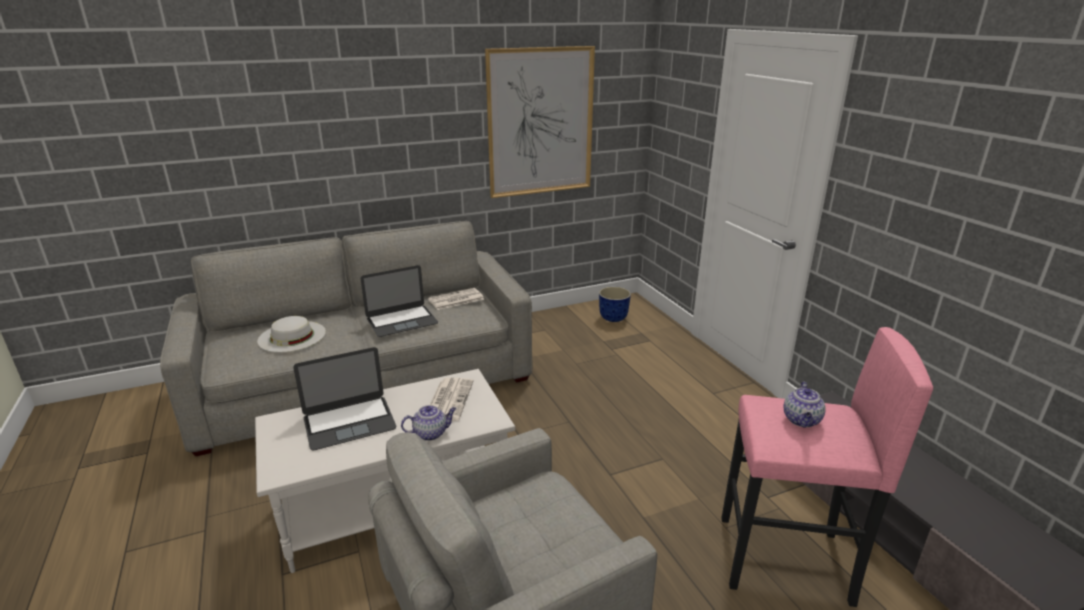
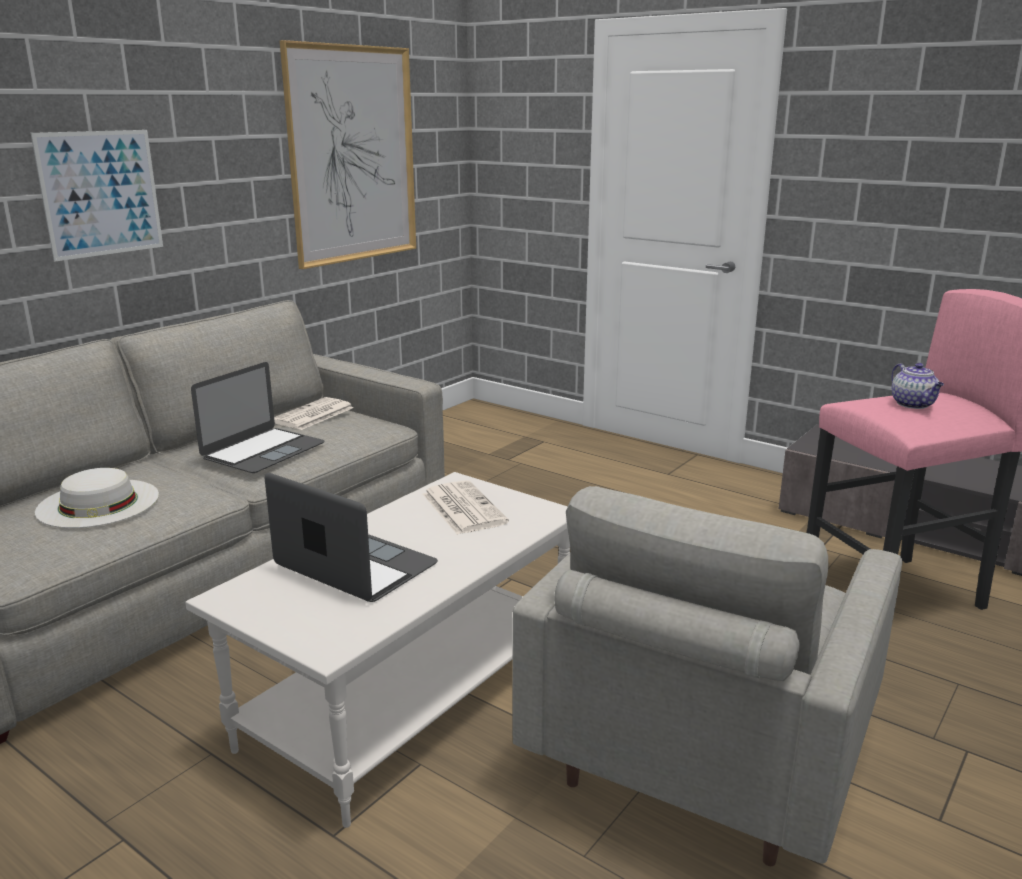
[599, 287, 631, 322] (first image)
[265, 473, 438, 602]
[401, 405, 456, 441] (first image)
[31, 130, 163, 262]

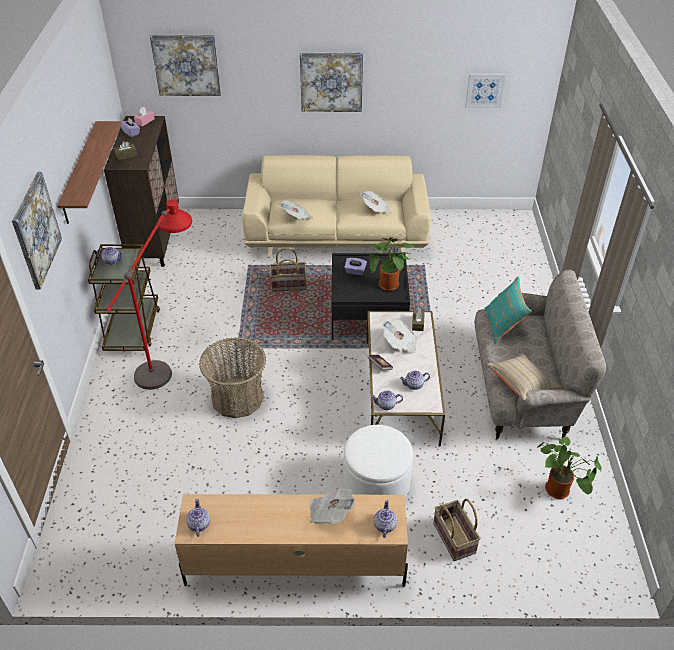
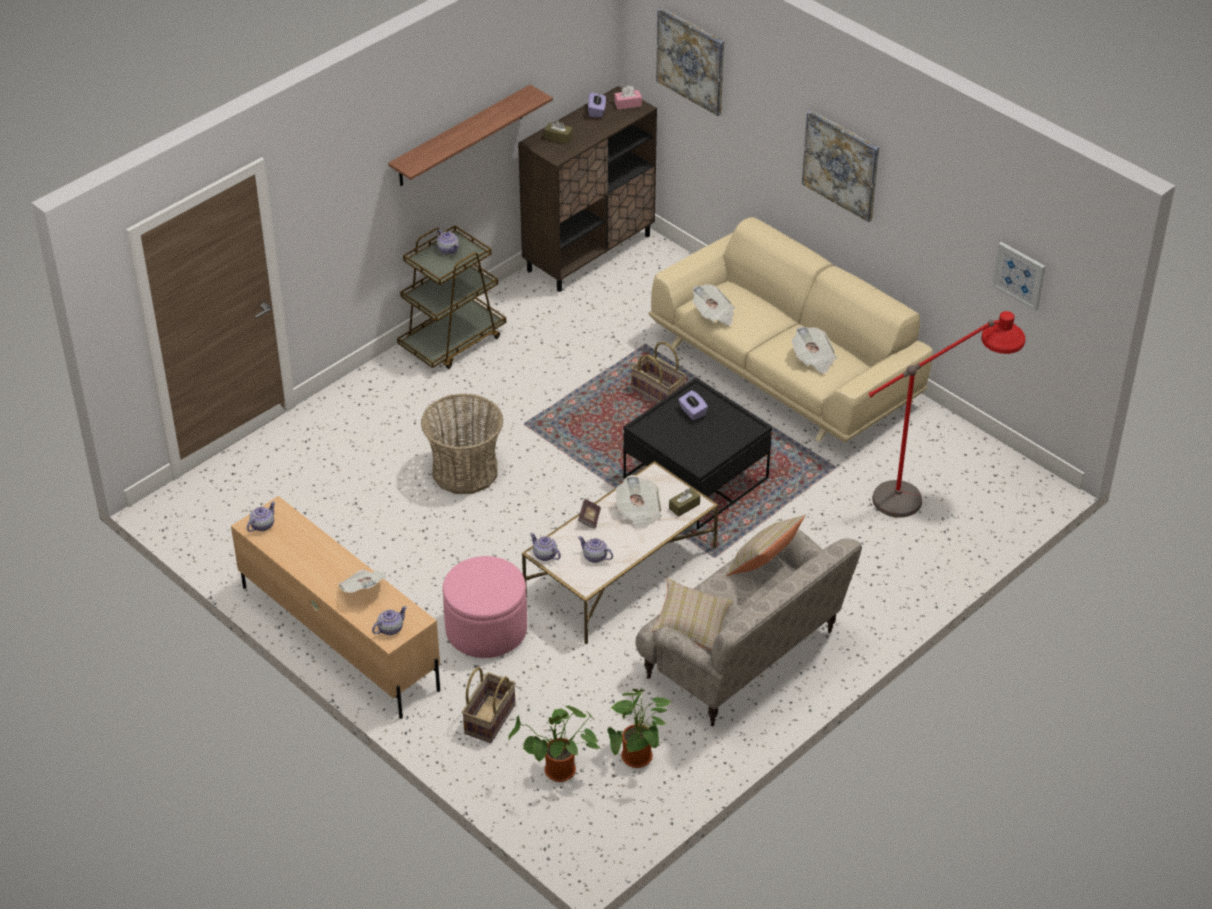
[12, 172, 62, 290] (first image)
[868, 311, 1025, 518]
[508, 706, 600, 782]
[726, 515, 805, 576]
[443, 556, 527, 658]

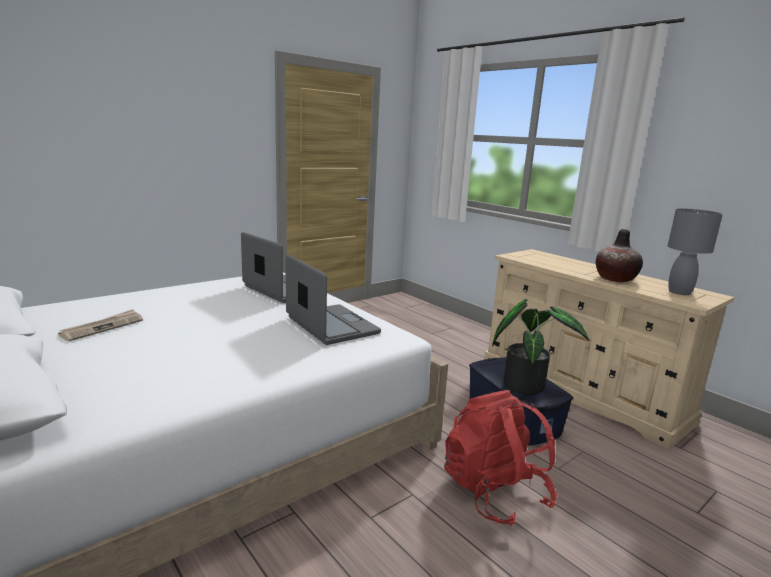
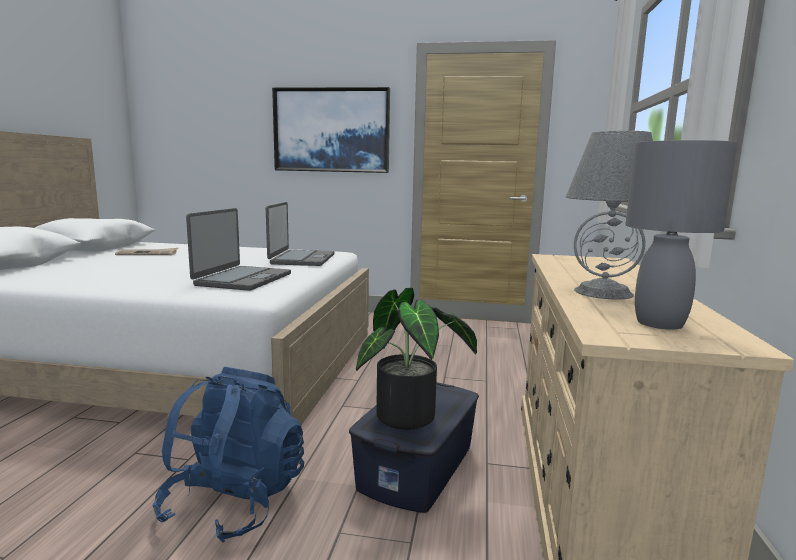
[566, 131, 653, 300]
[153, 367, 304, 543]
[272, 87, 390, 173]

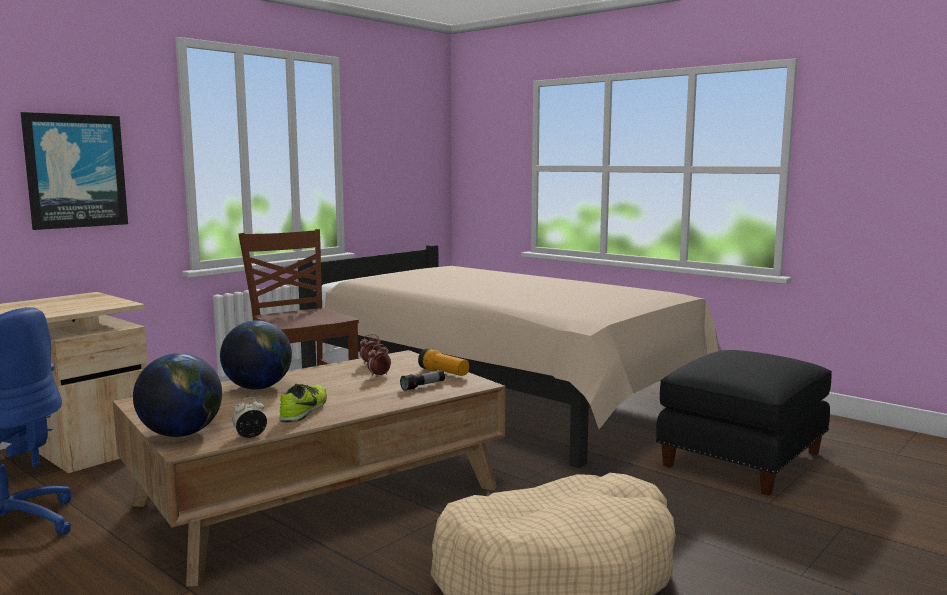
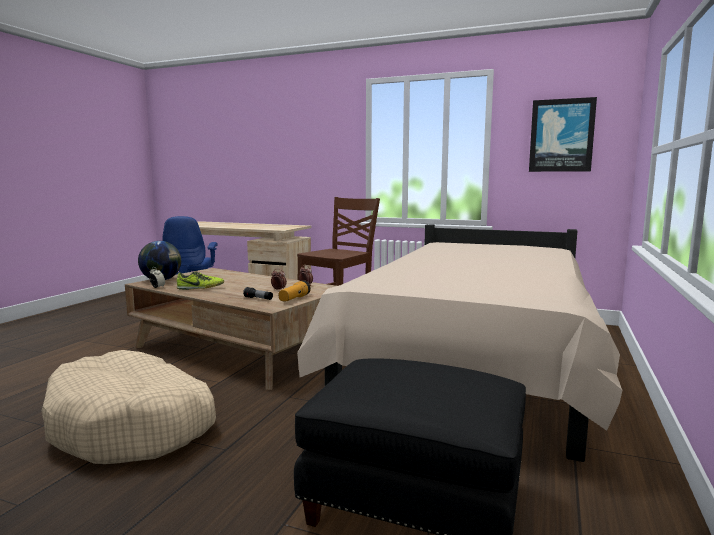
[529, 97, 597, 172]
[220, 321, 292, 390] (first image)

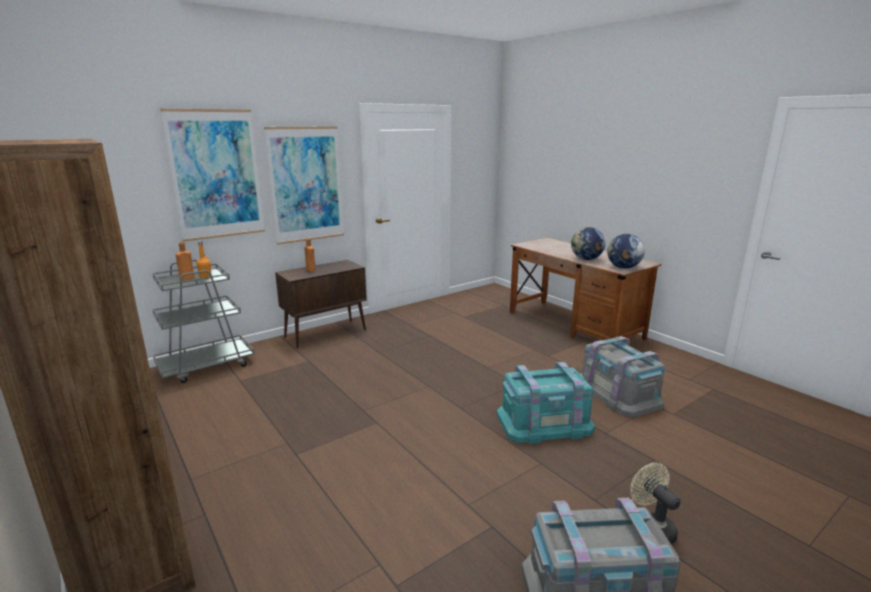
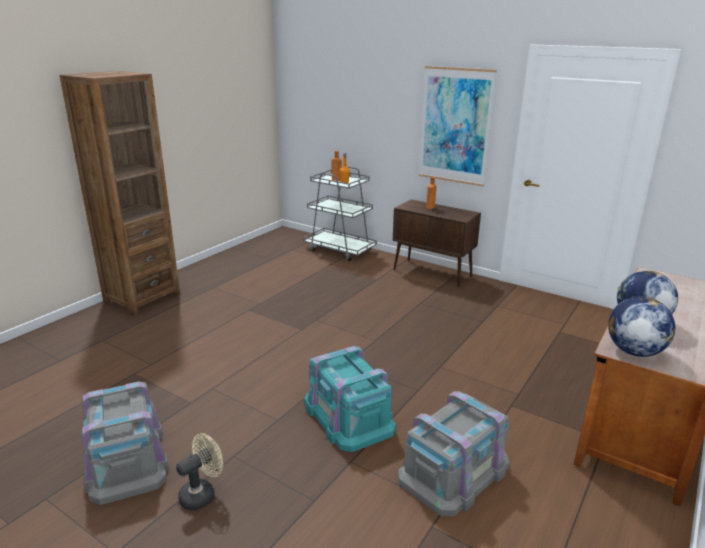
[160, 109, 265, 242] (first image)

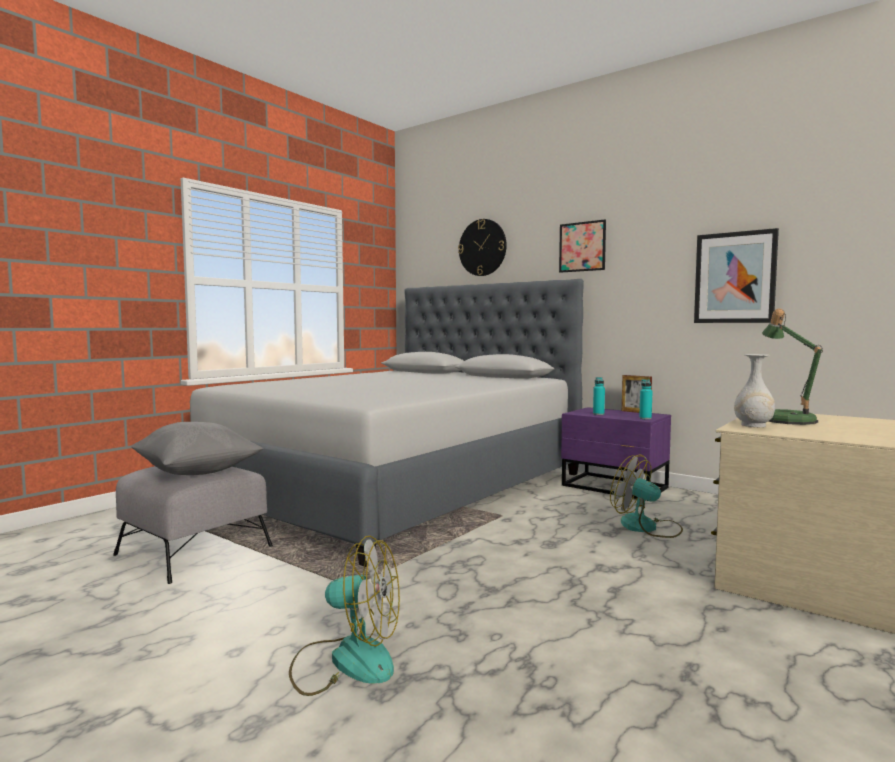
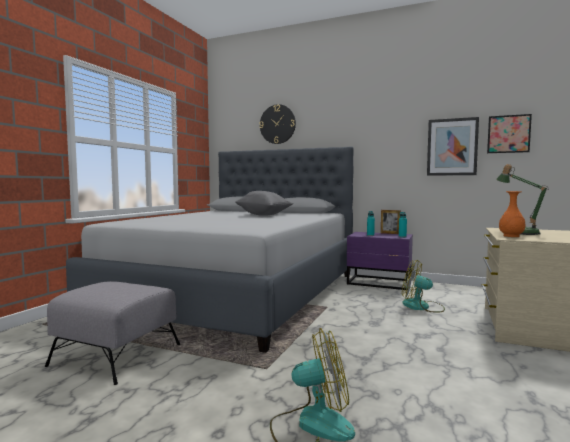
[487, 114, 532, 153]
[499, 191, 525, 237]
[236, 191, 293, 216]

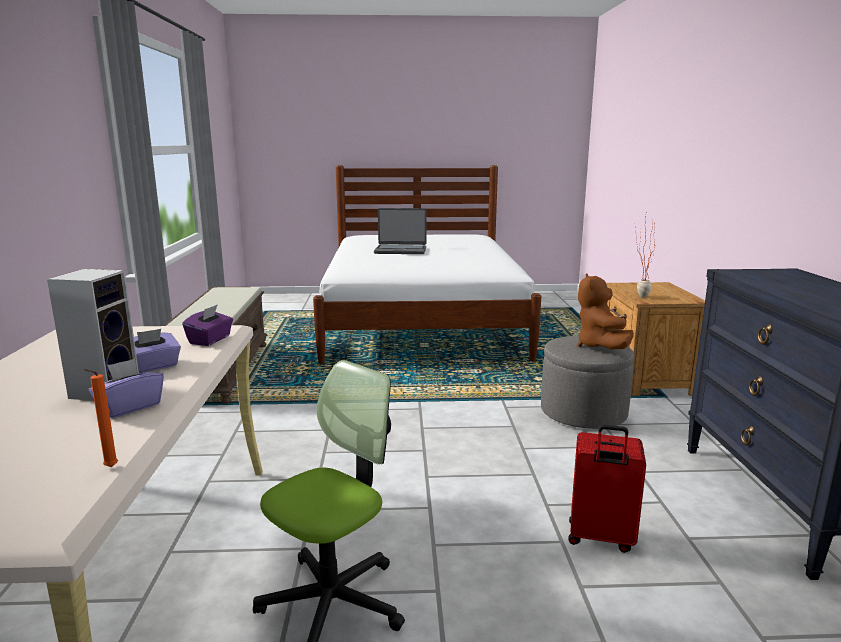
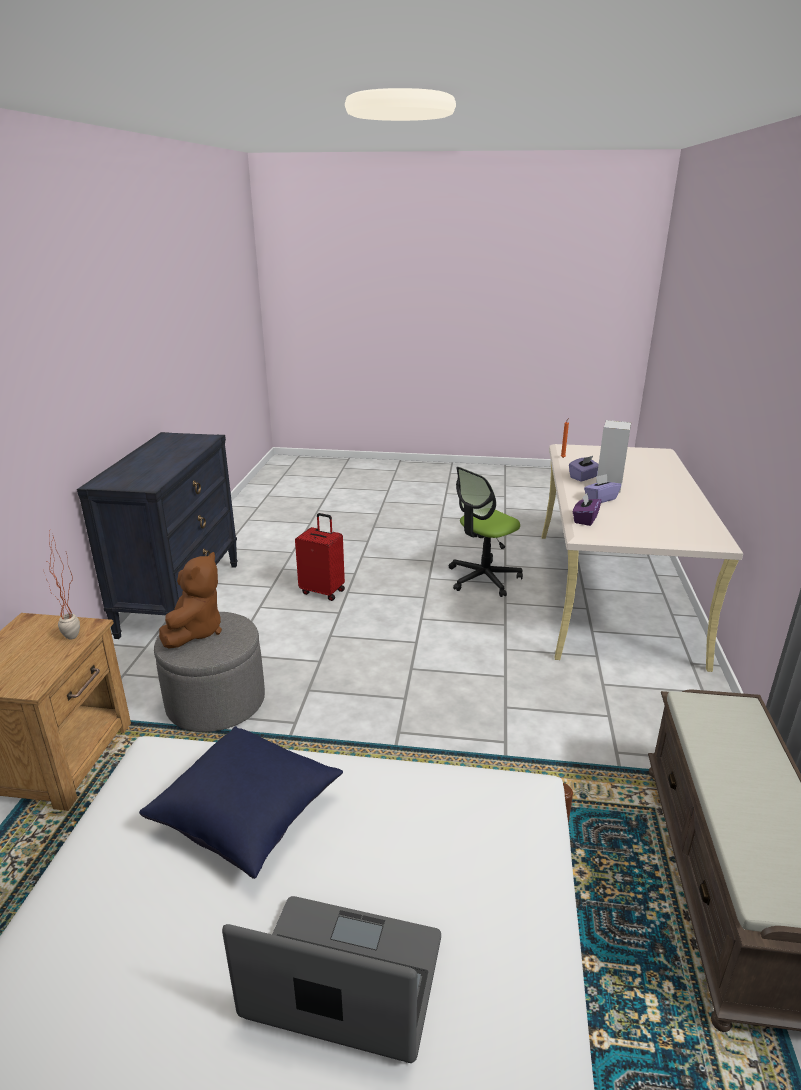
[139, 726, 343, 879]

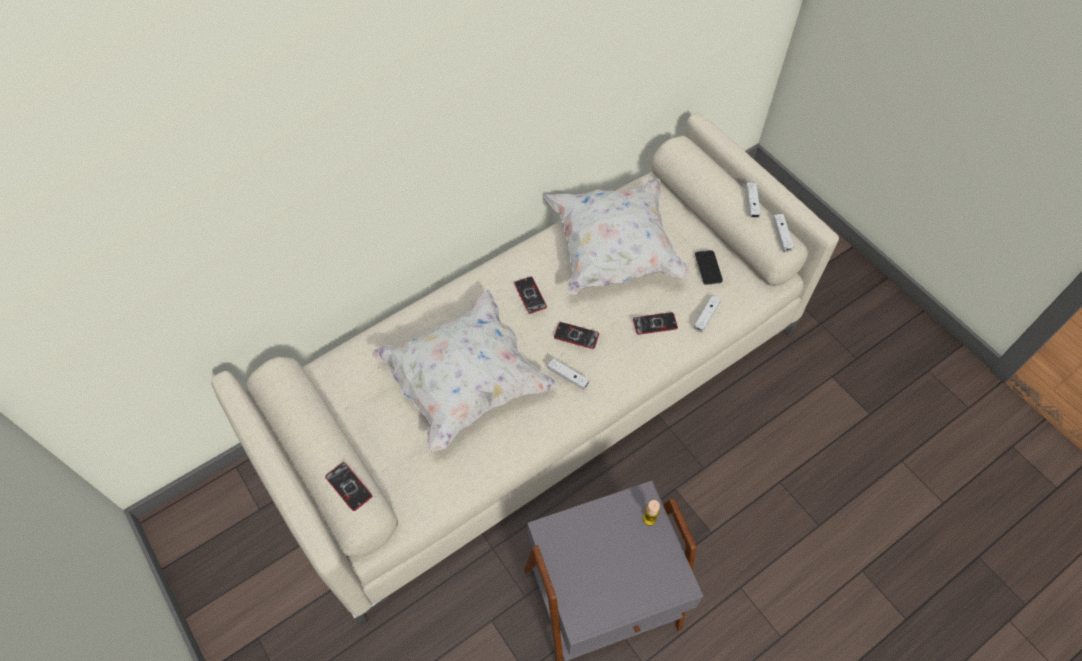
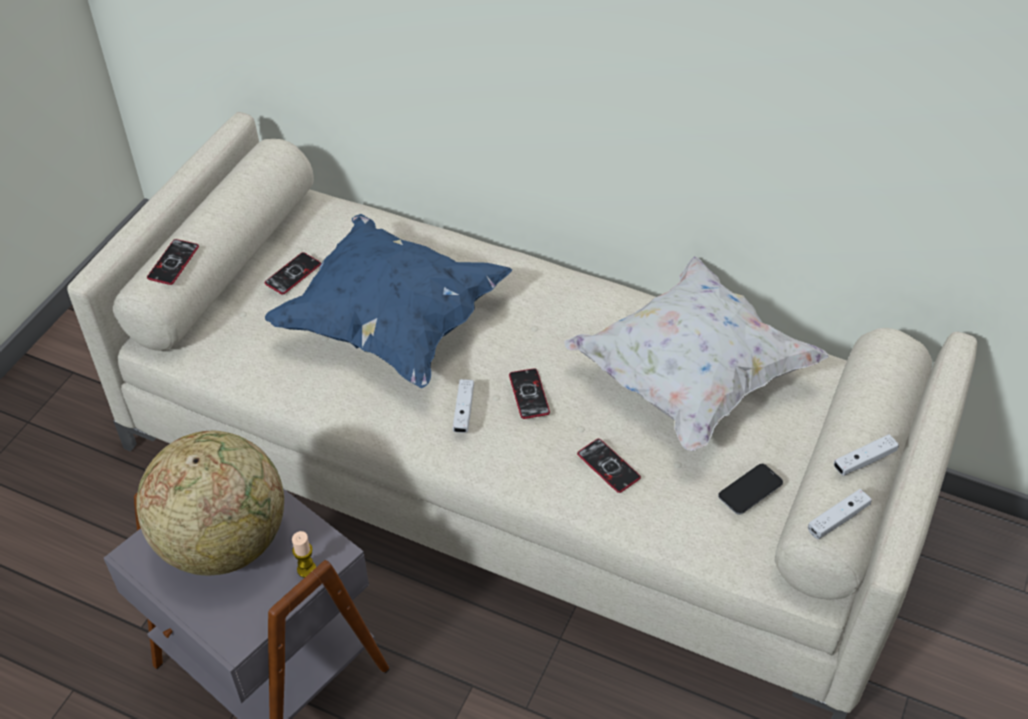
[265, 252, 321, 295]
[265, 214, 512, 388]
[694, 295, 721, 333] (first image)
[136, 431, 284, 575]

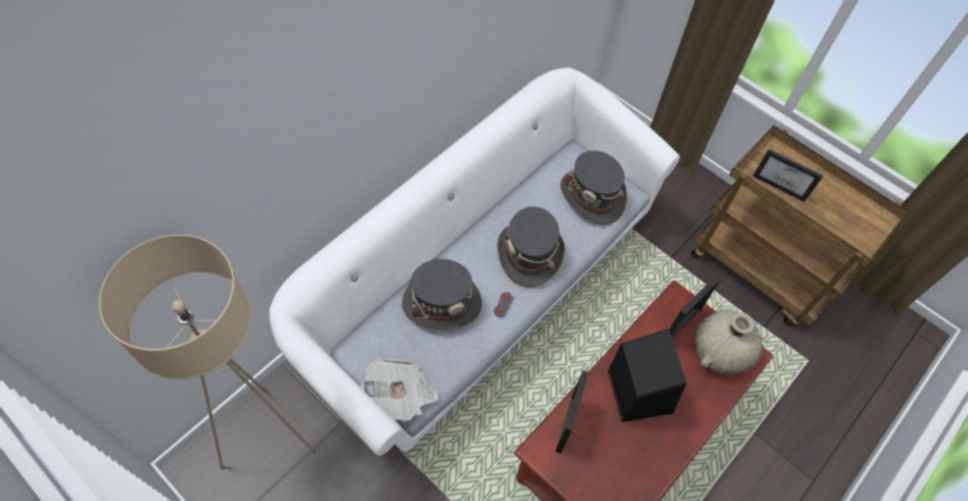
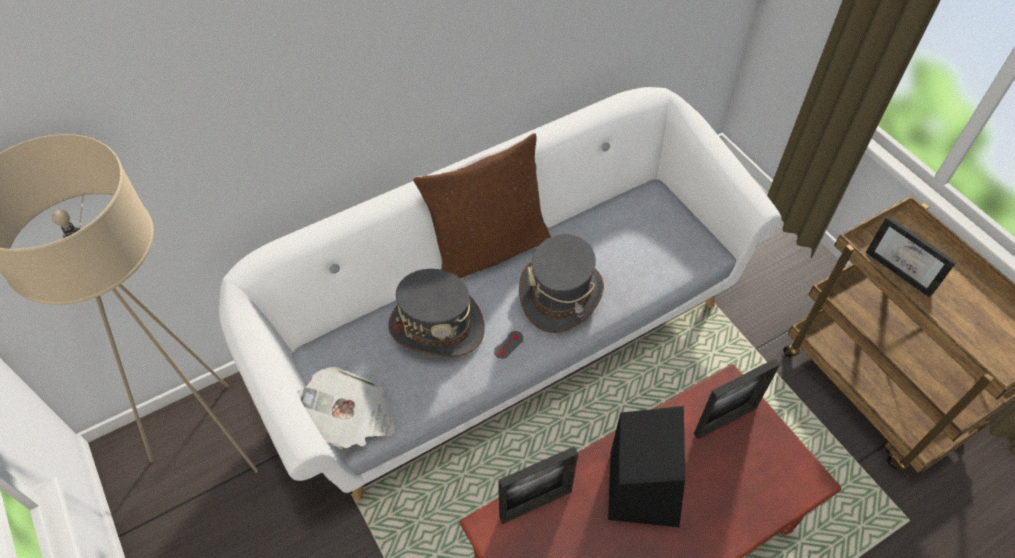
[561, 150, 627, 225] (first image)
[695, 311, 763, 375] (first image)
[498, 447, 578, 524]
[413, 133, 551, 279]

